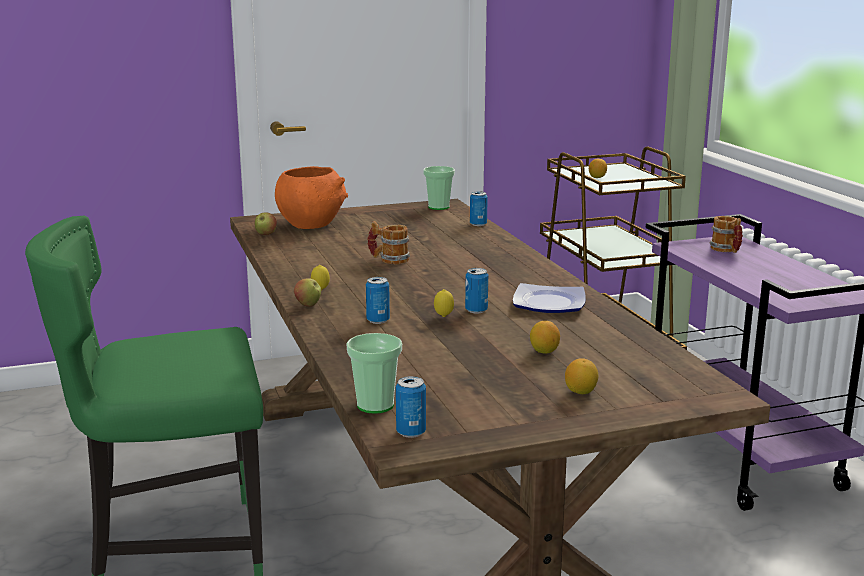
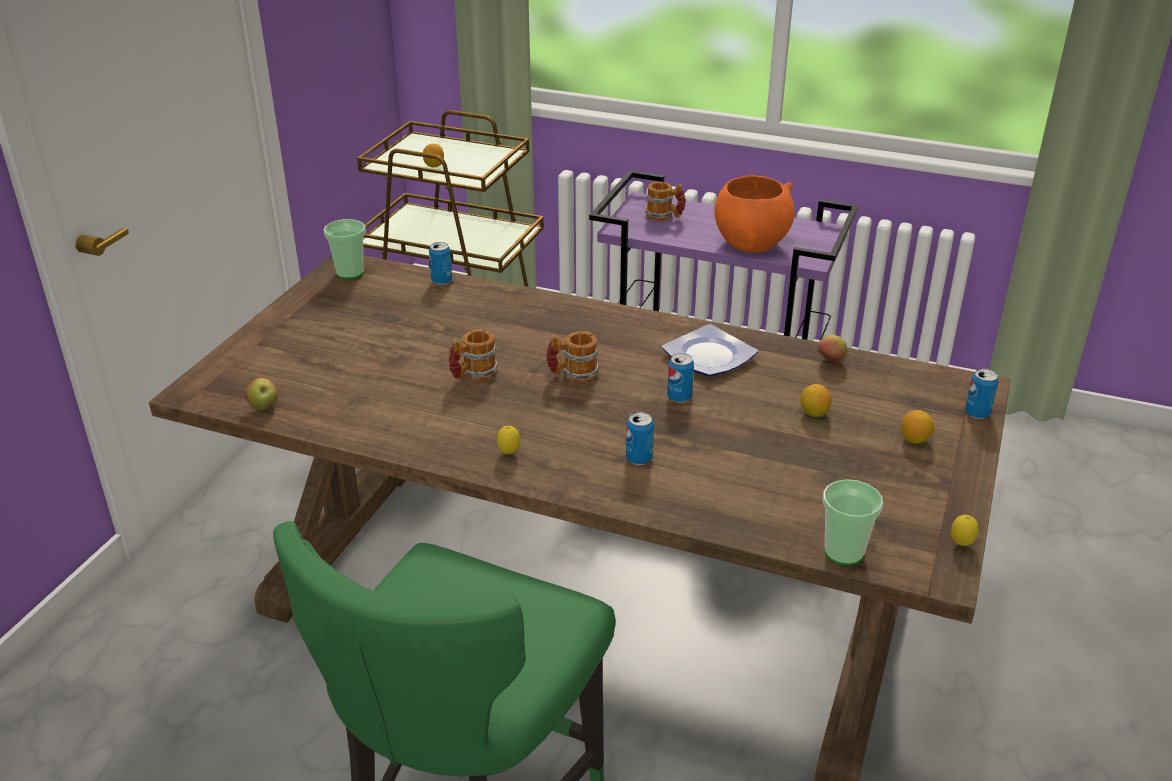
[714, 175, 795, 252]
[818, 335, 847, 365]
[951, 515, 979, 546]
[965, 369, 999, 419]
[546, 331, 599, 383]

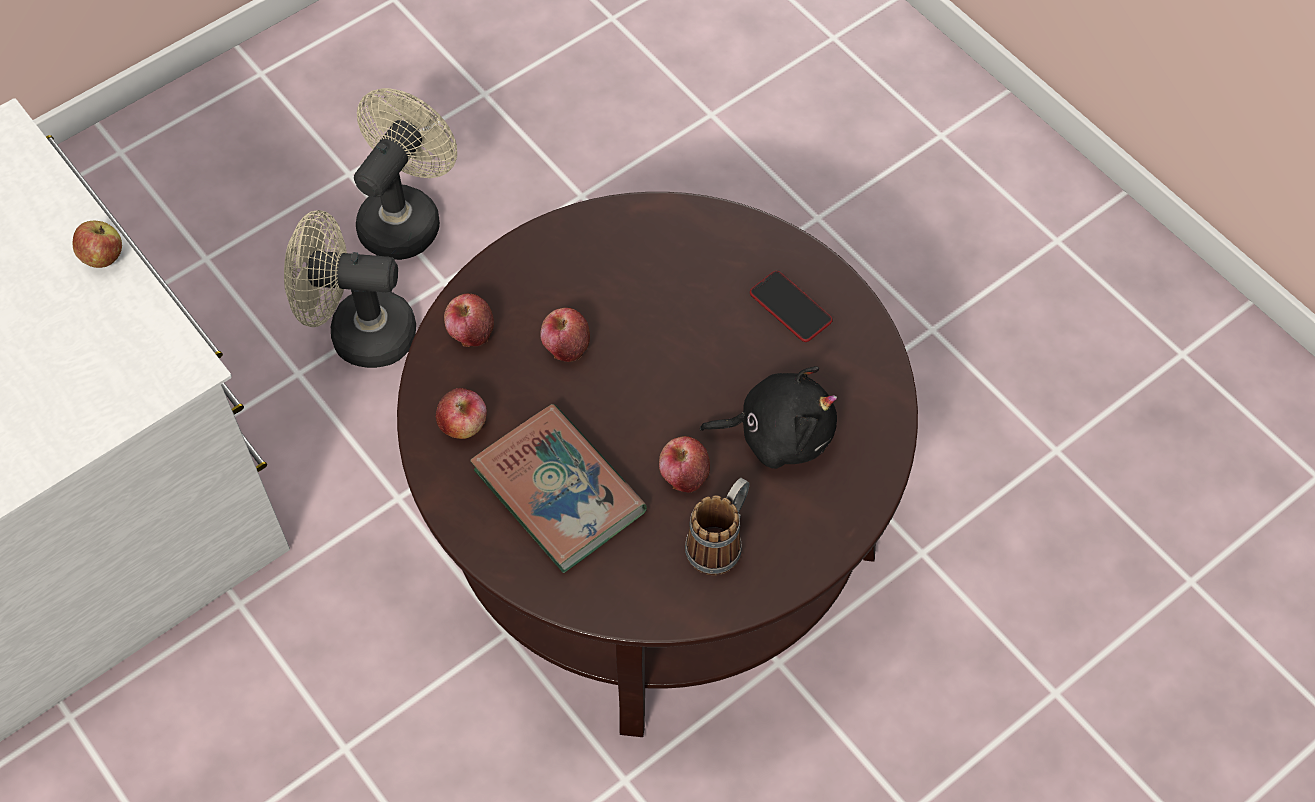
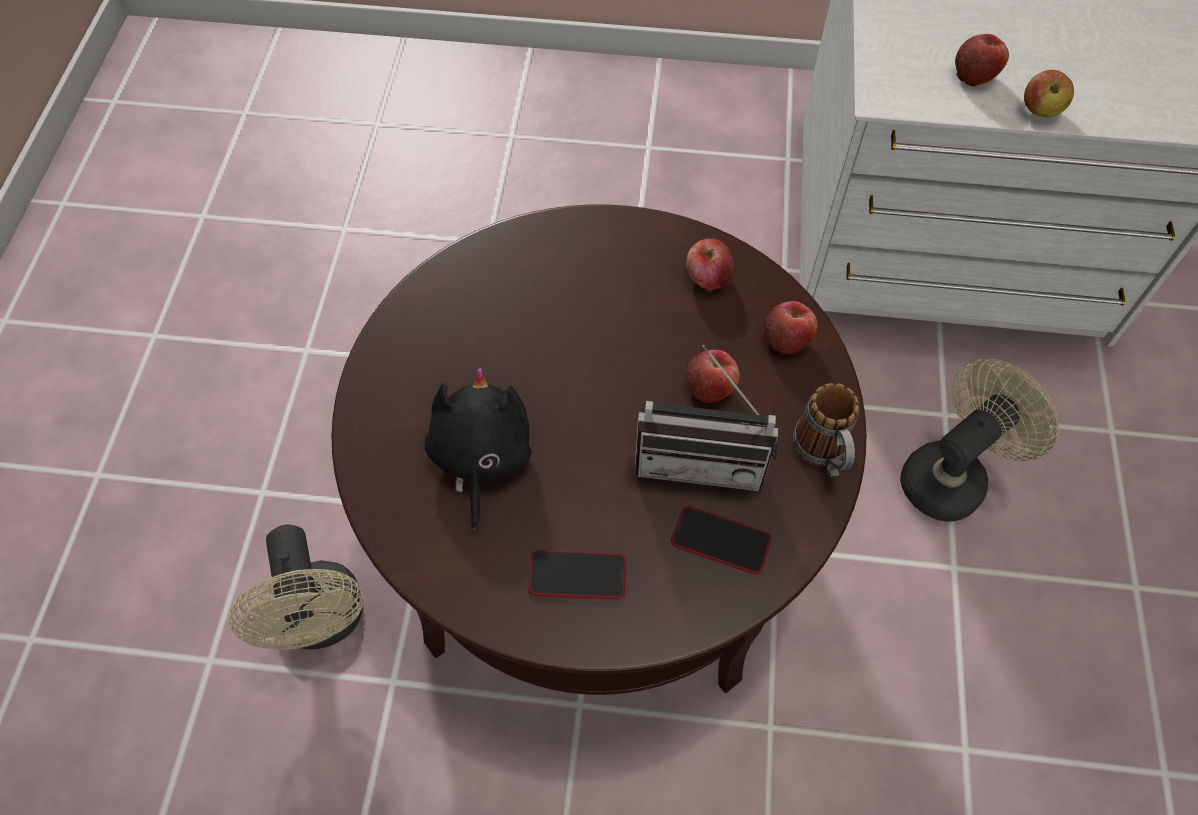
[230, 524, 364, 649]
[424, 368, 531, 530]
[470, 404, 647, 573] (first image)
[955, 34, 1009, 86]
[793, 383, 859, 477]
[635, 345, 778, 491]
[671, 506, 772, 574]

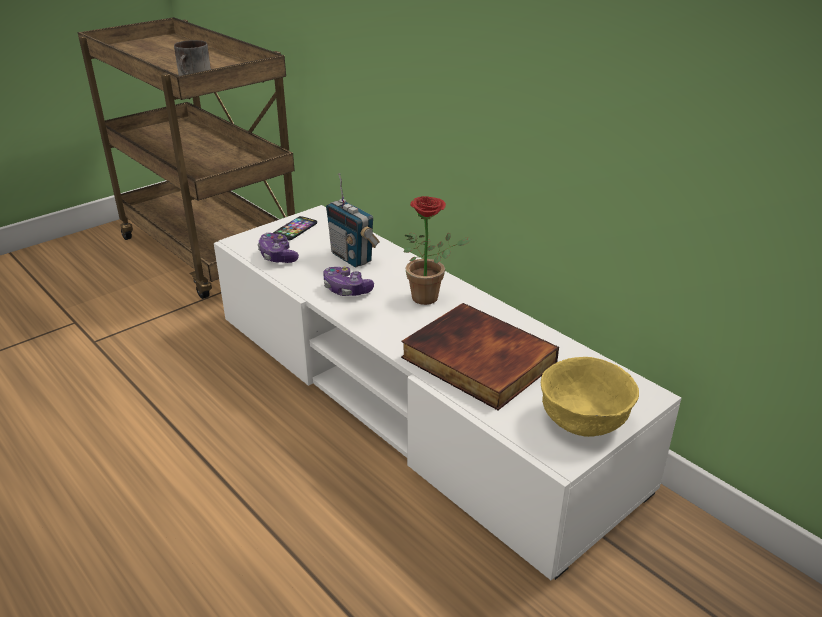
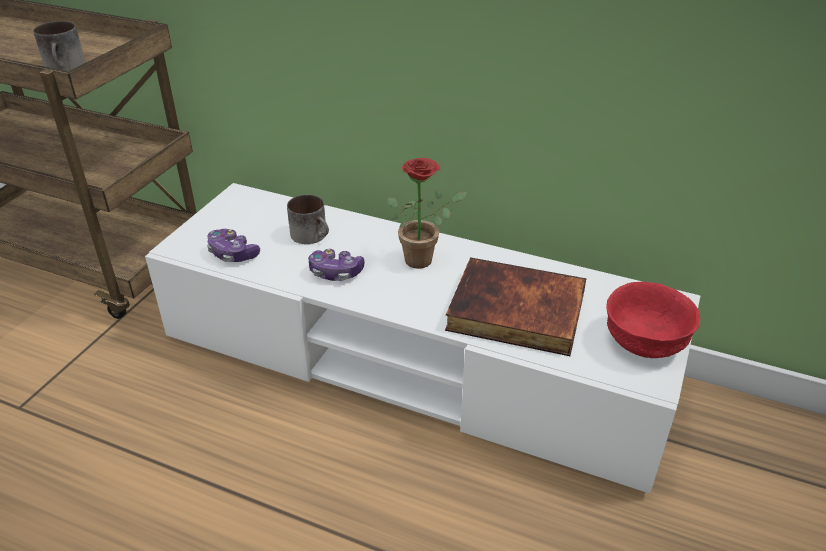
[287, 194, 329, 244]
[273, 216, 317, 241] (first image)
[606, 282, 700, 358]

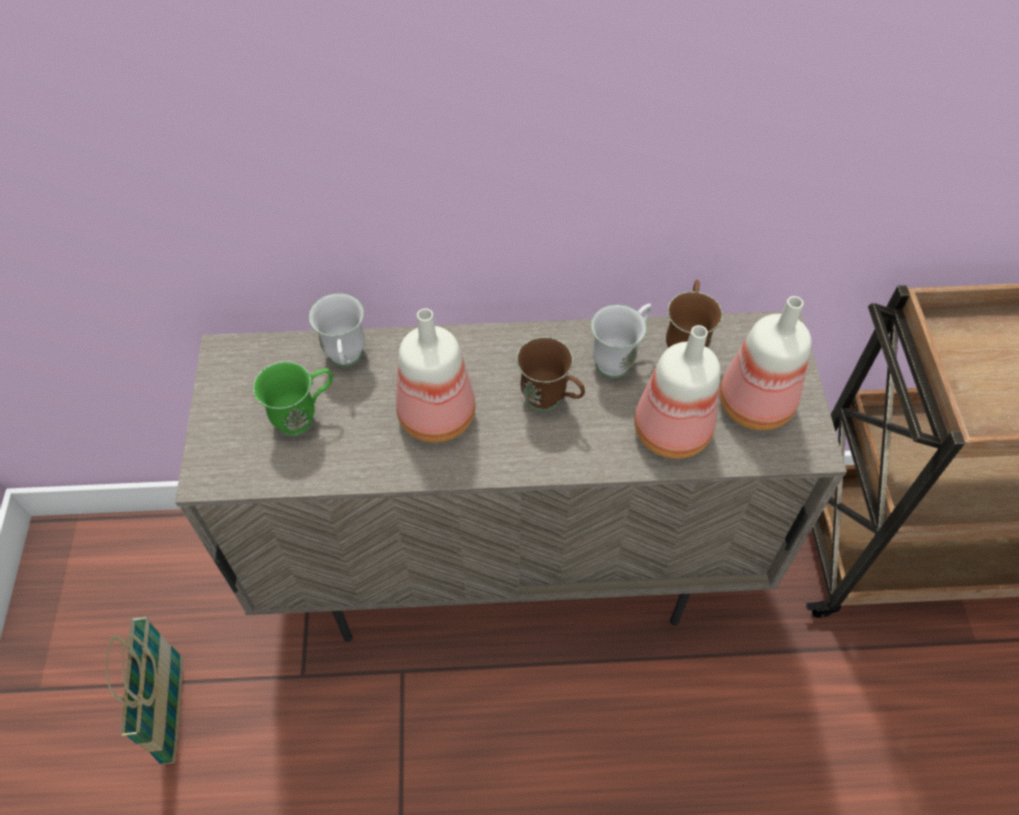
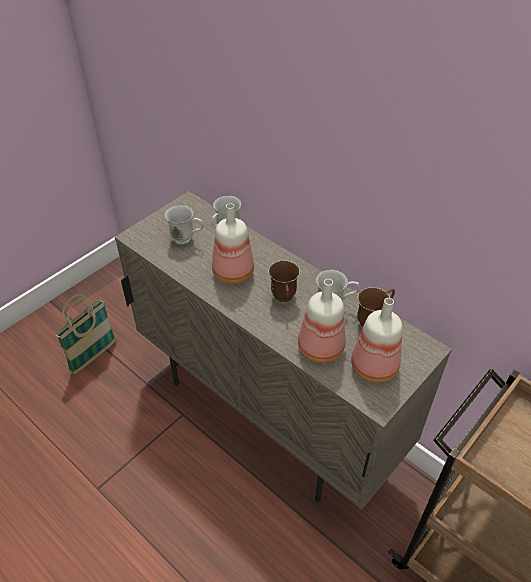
[165, 205, 203, 245]

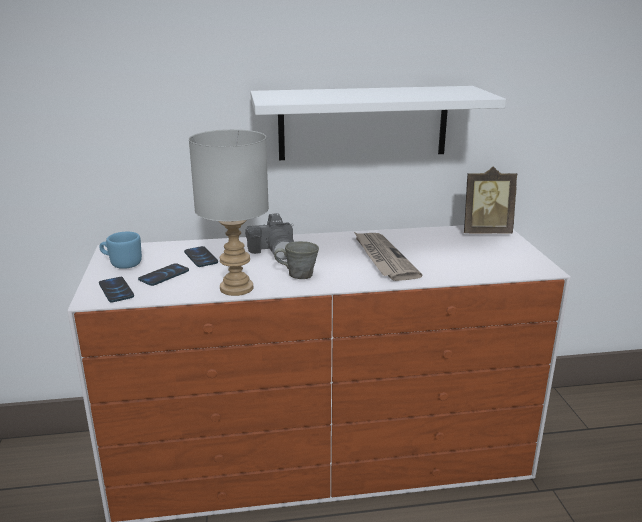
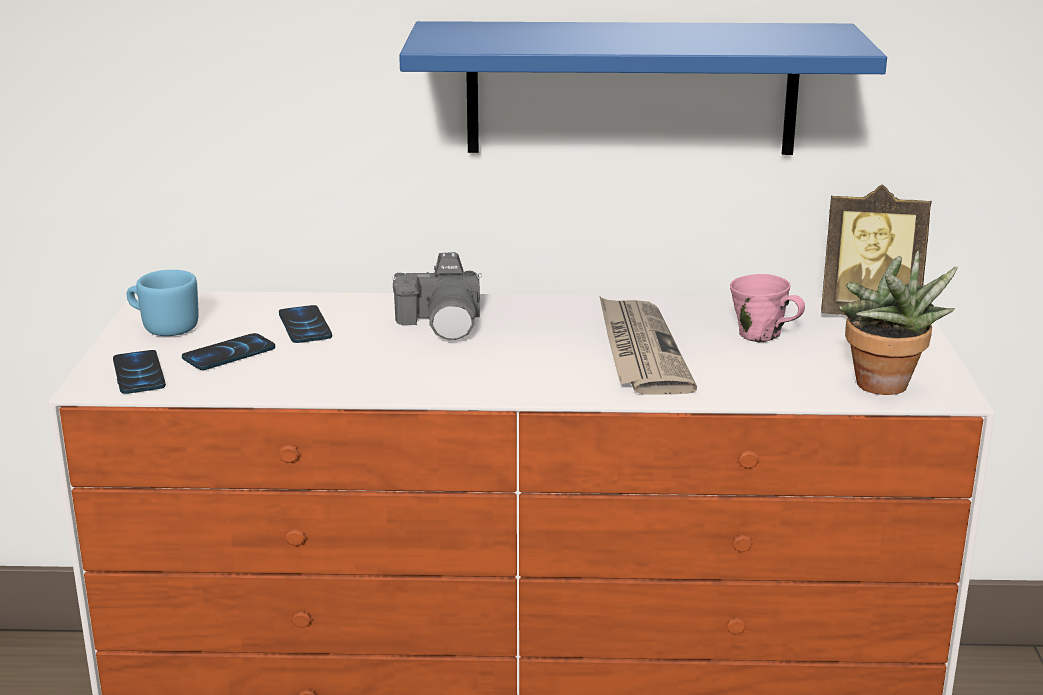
[399, 21, 887, 155]
[189, 129, 269, 296] (first image)
[274, 241, 319, 279] (first image)
[839, 251, 958, 395]
[730, 274, 805, 342]

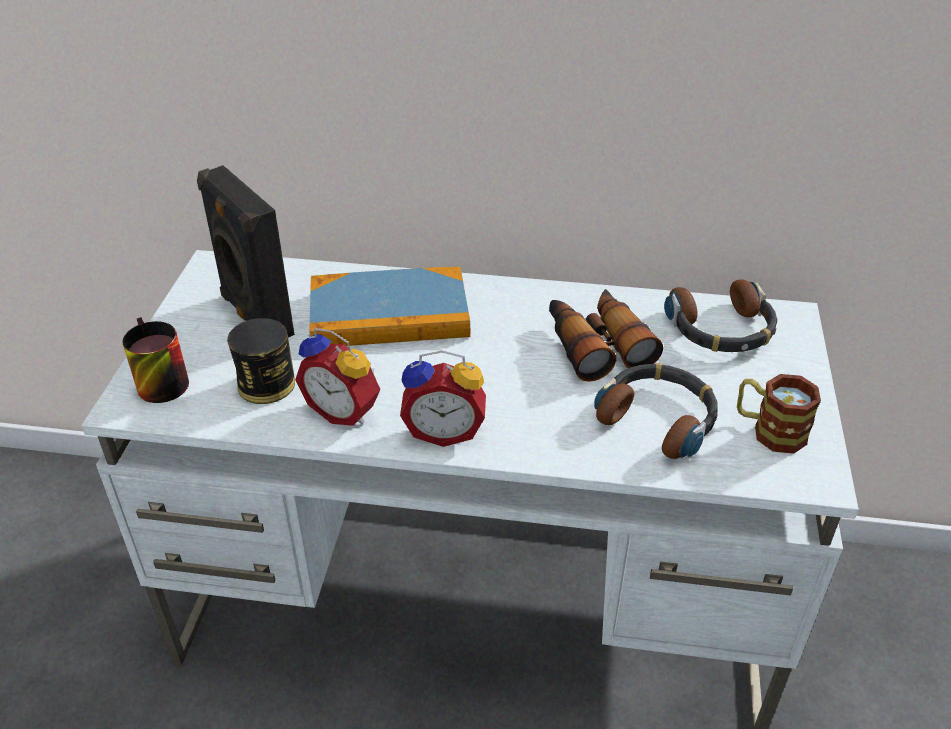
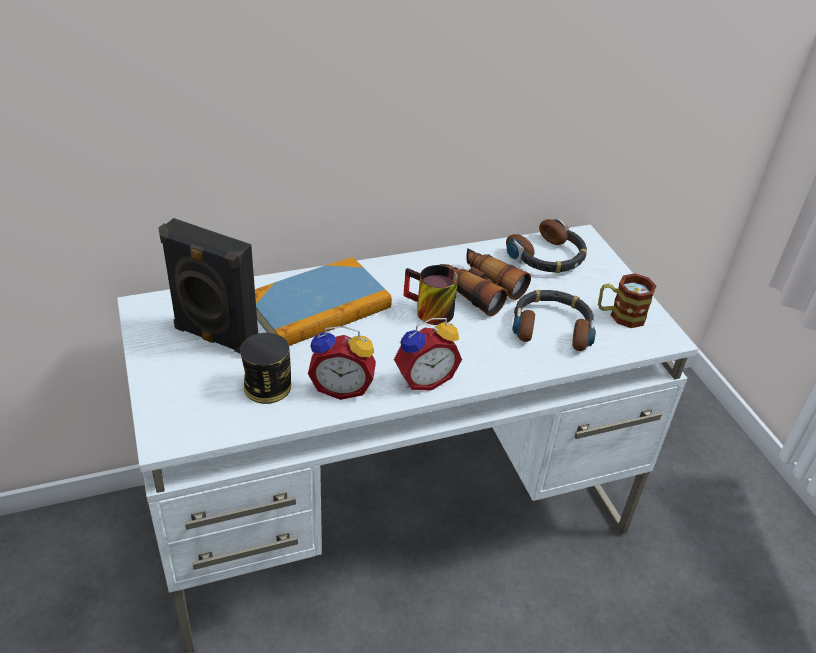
[403, 265, 458, 325]

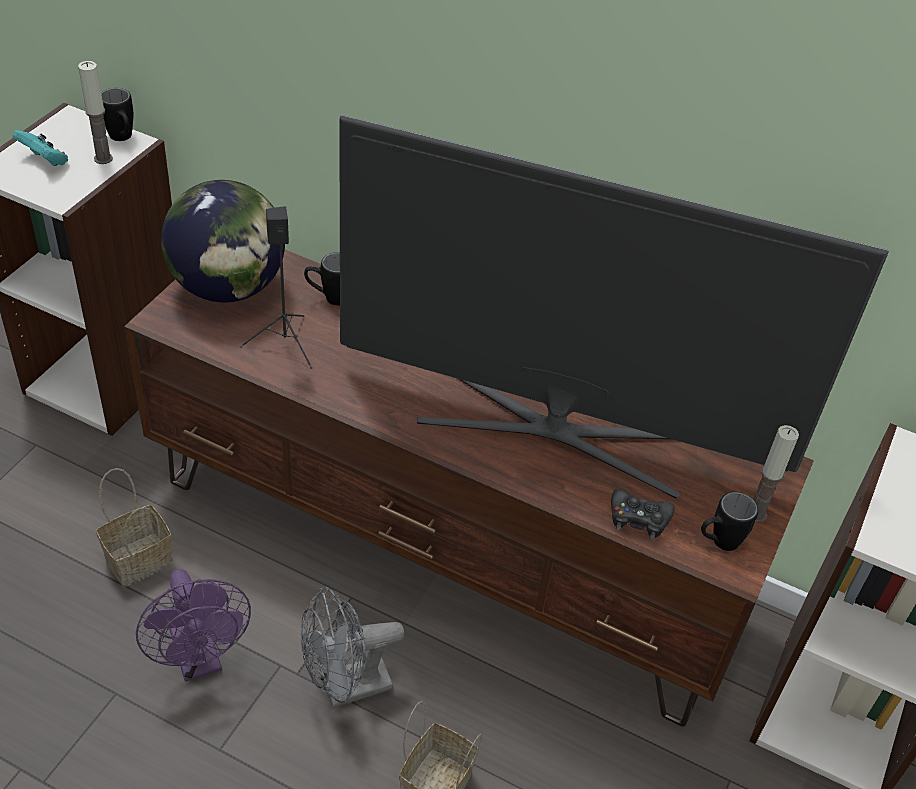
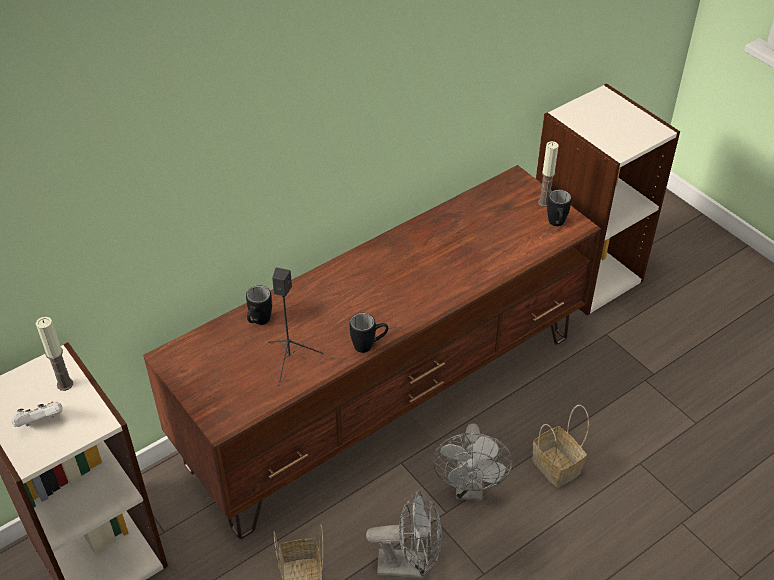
[350, 313, 388, 353]
[339, 115, 889, 499] (first image)
[12, 401, 62, 427]
[161, 180, 285, 303] (first image)
[611, 489, 675, 540] (first image)
[366, 490, 442, 579]

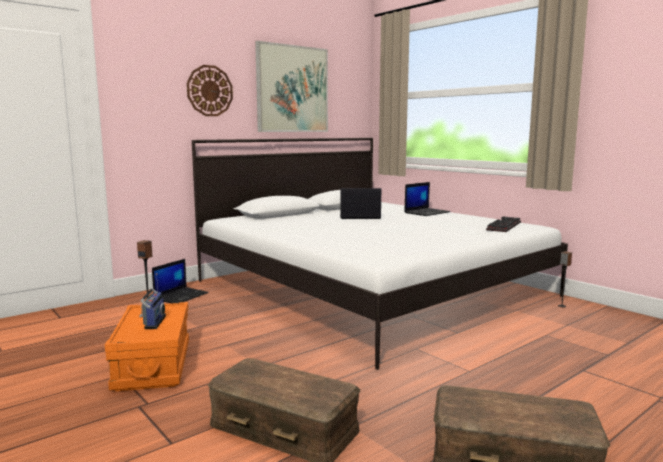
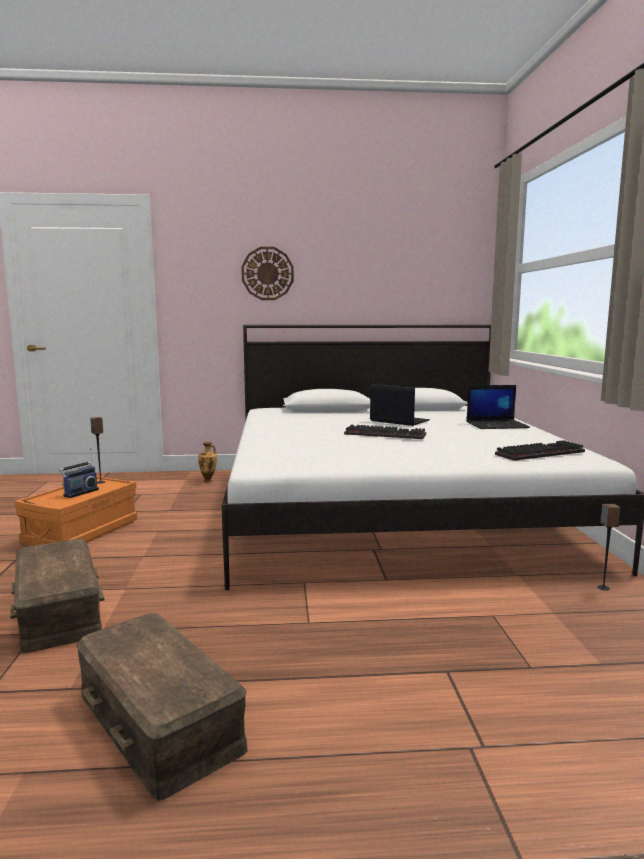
[255, 41, 328, 132] (first image)
[198, 442, 217, 482]
[344, 424, 426, 439]

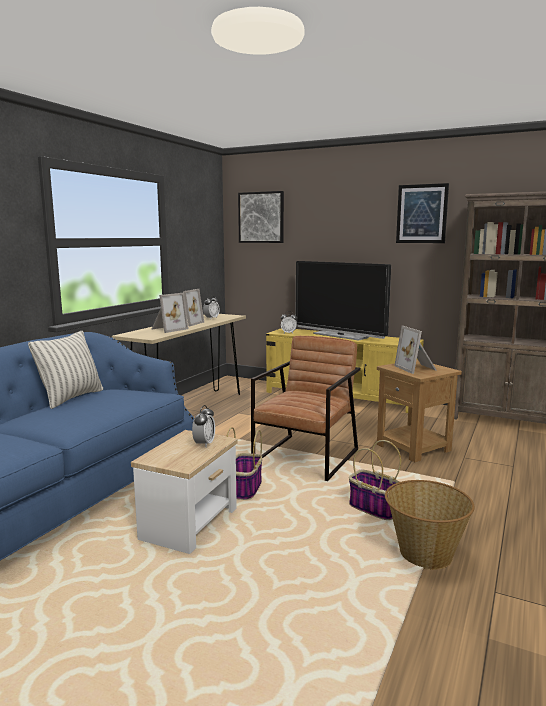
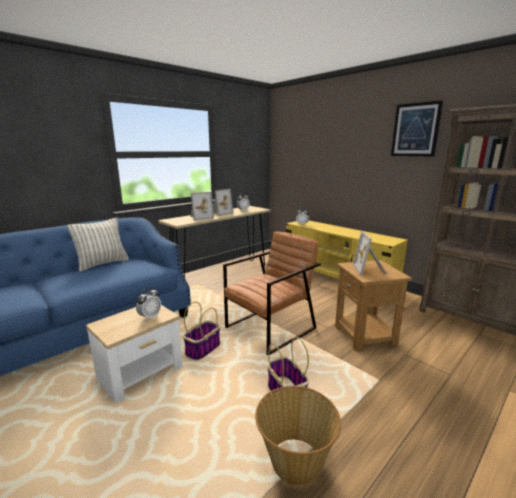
[238, 191, 284, 243] (first image)
[296, 261, 391, 340] (first image)

